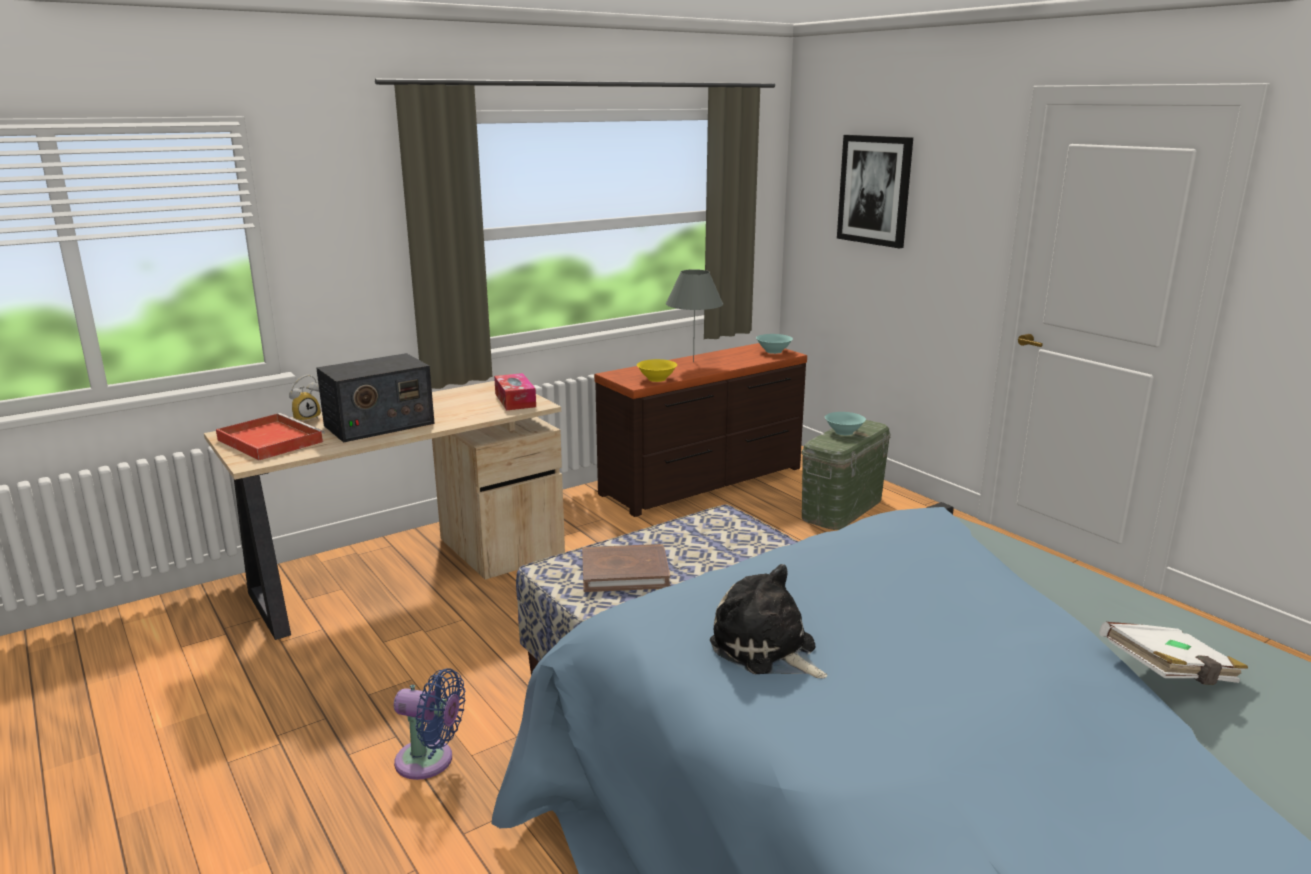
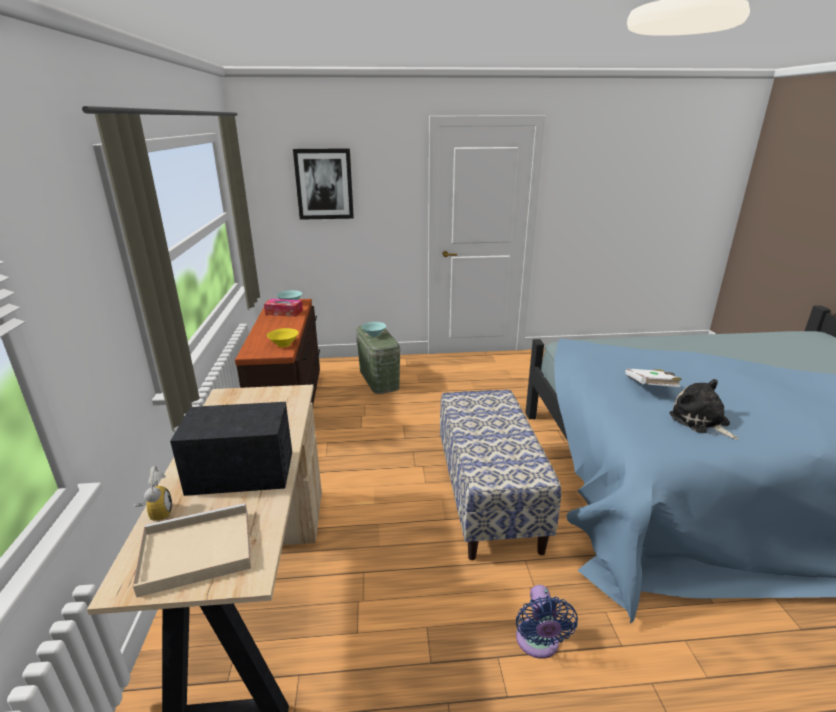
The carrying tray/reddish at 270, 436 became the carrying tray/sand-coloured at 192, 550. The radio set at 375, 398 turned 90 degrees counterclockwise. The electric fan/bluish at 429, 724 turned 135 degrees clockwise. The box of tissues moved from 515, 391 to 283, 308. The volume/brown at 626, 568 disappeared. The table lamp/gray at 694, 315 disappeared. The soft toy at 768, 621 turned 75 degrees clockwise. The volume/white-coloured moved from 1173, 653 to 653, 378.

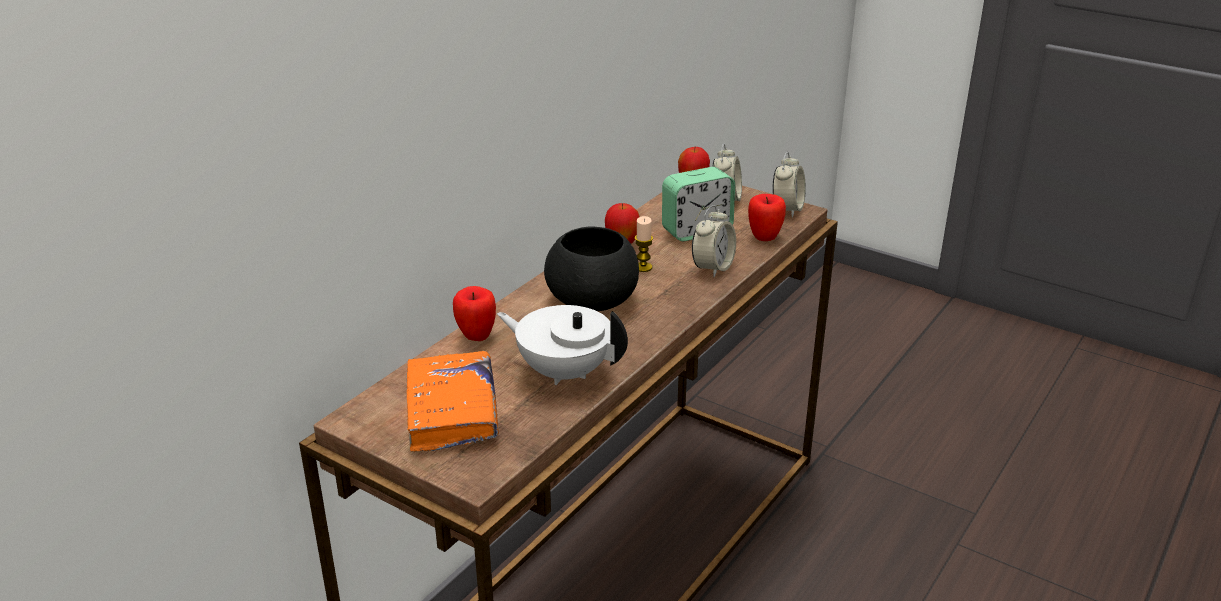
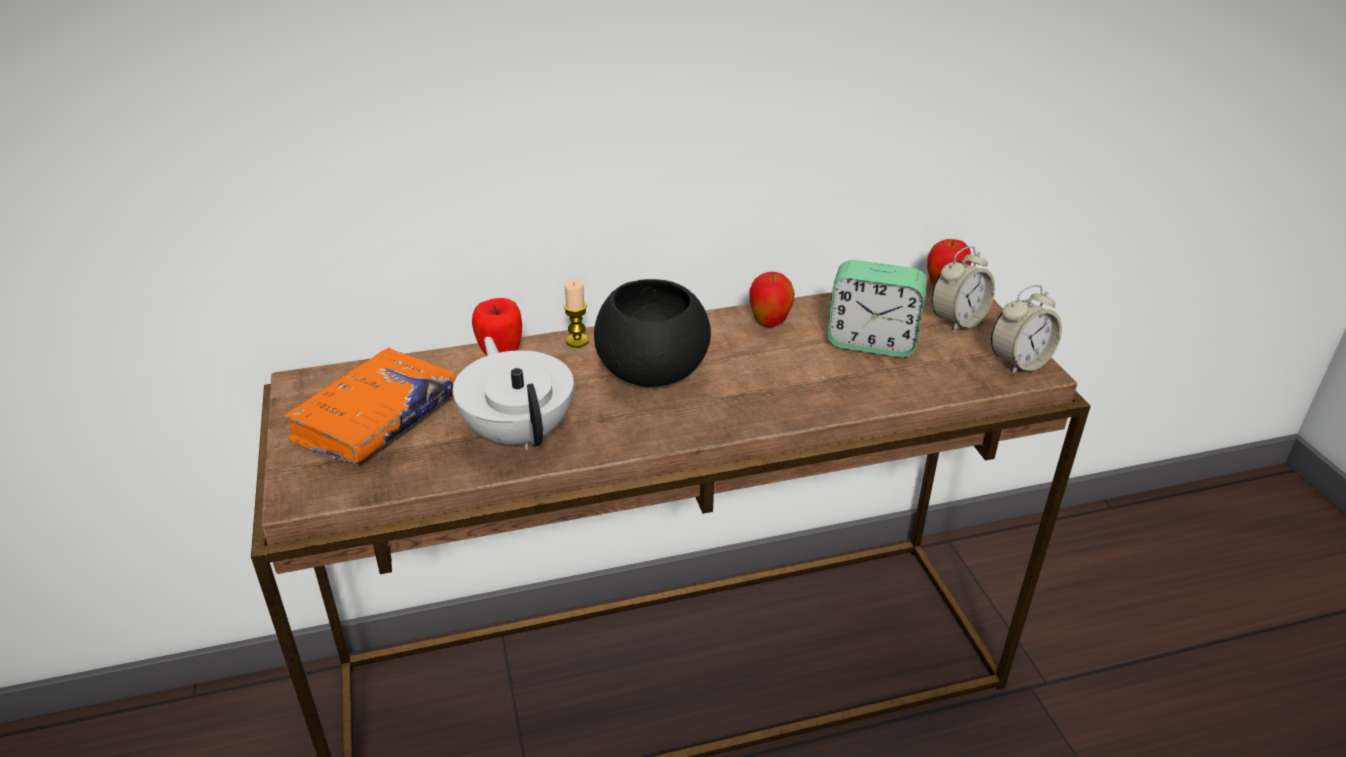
The wax light moved from 644, 244 to 576, 313. The bedside clock at 714, 241 disappeared. The whole apple at 767, 217 disappeared.

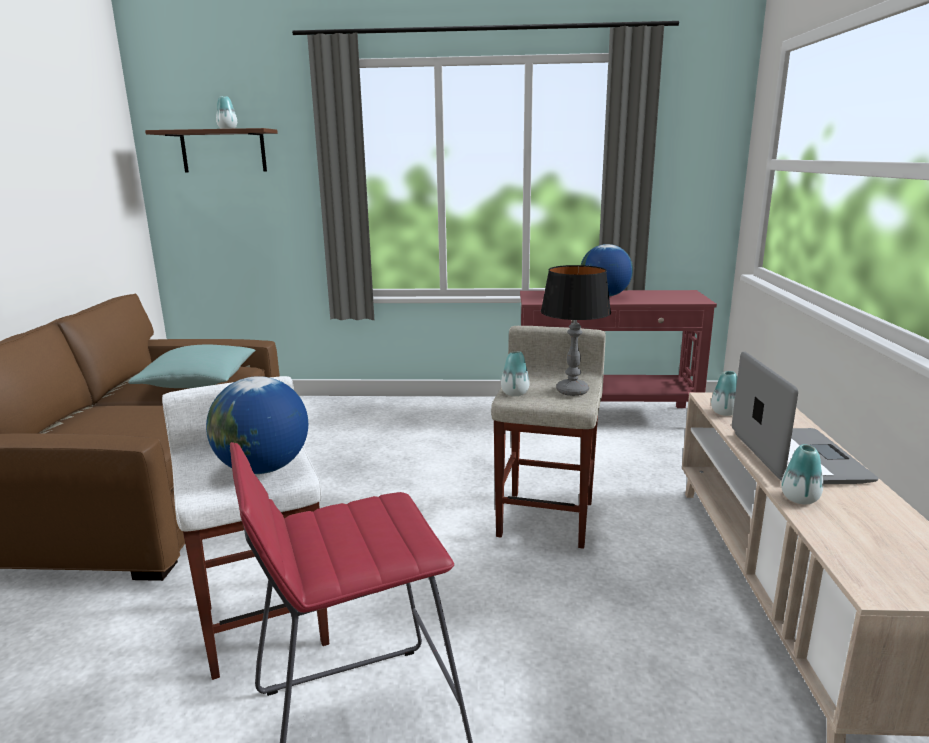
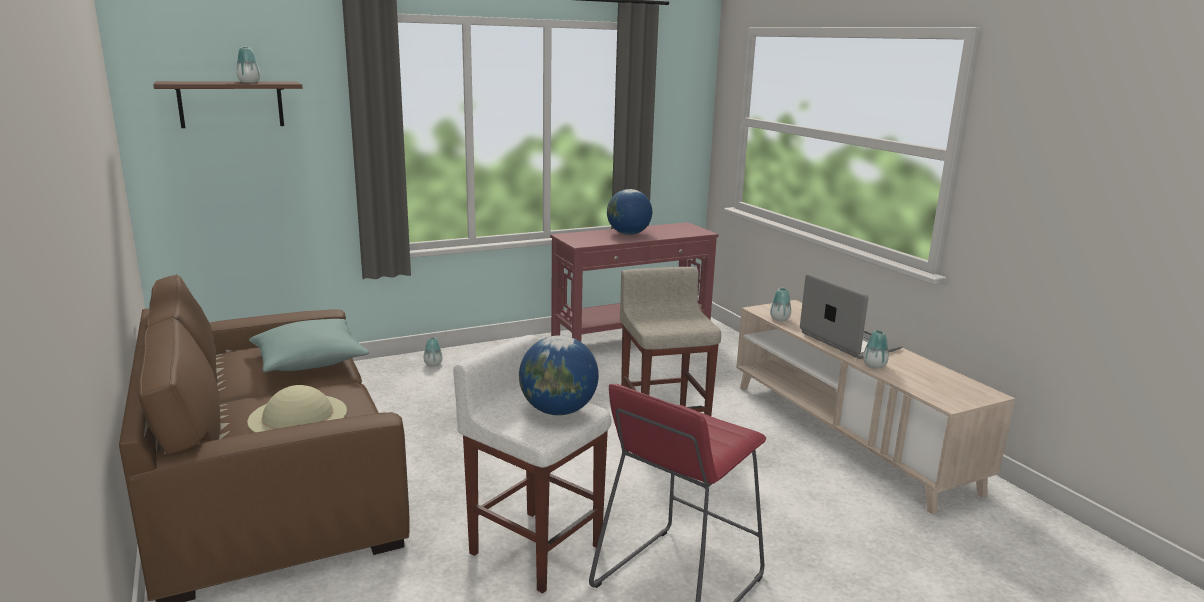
The vase moved from 515, 373 to 433, 352. The table lamp at 576, 330 disappeared. The hat/sand-coloured at 297, 409 appeared.

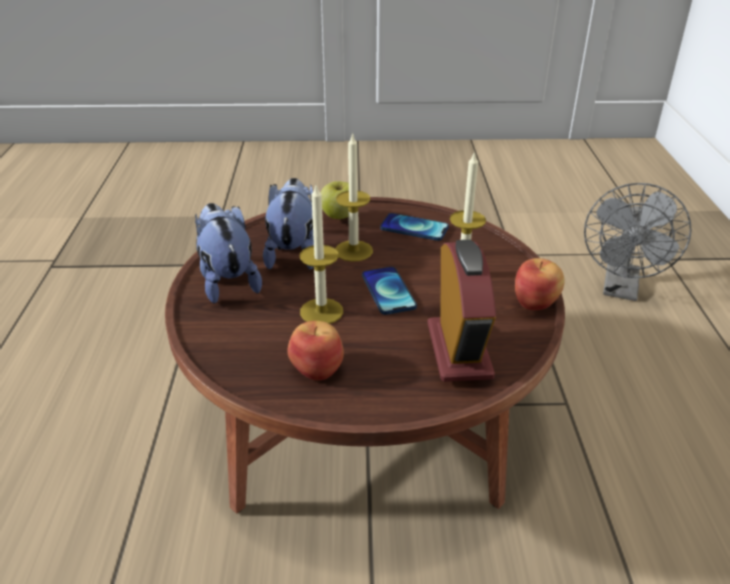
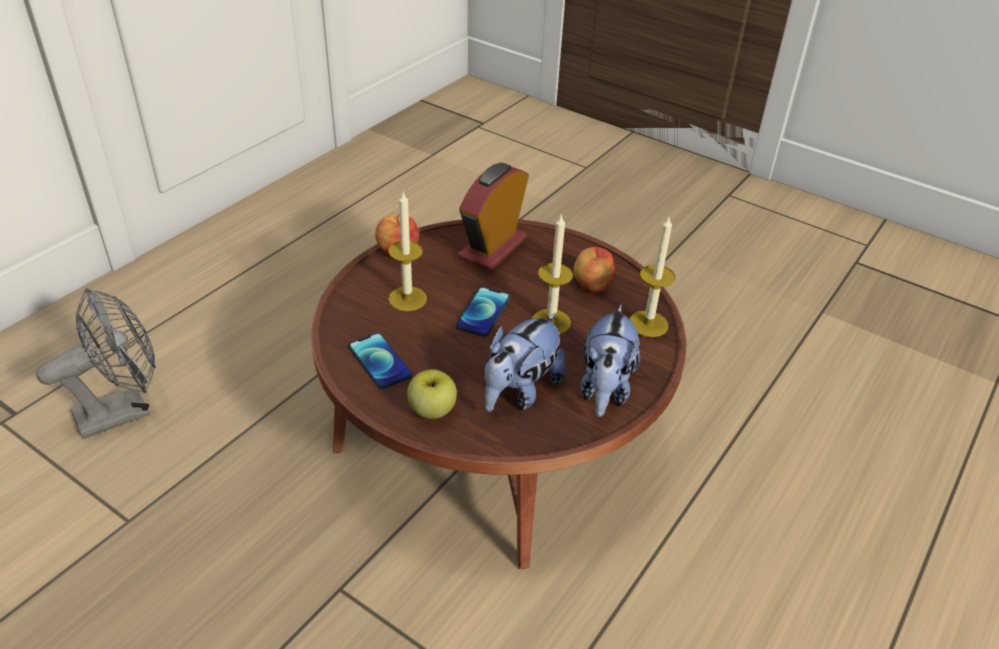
The wax light moved from 354, 197 to 652, 276.

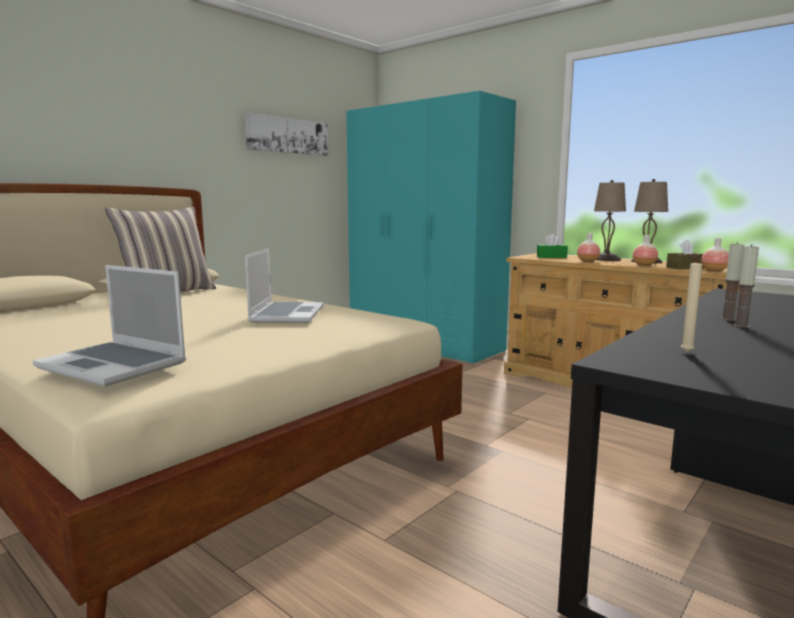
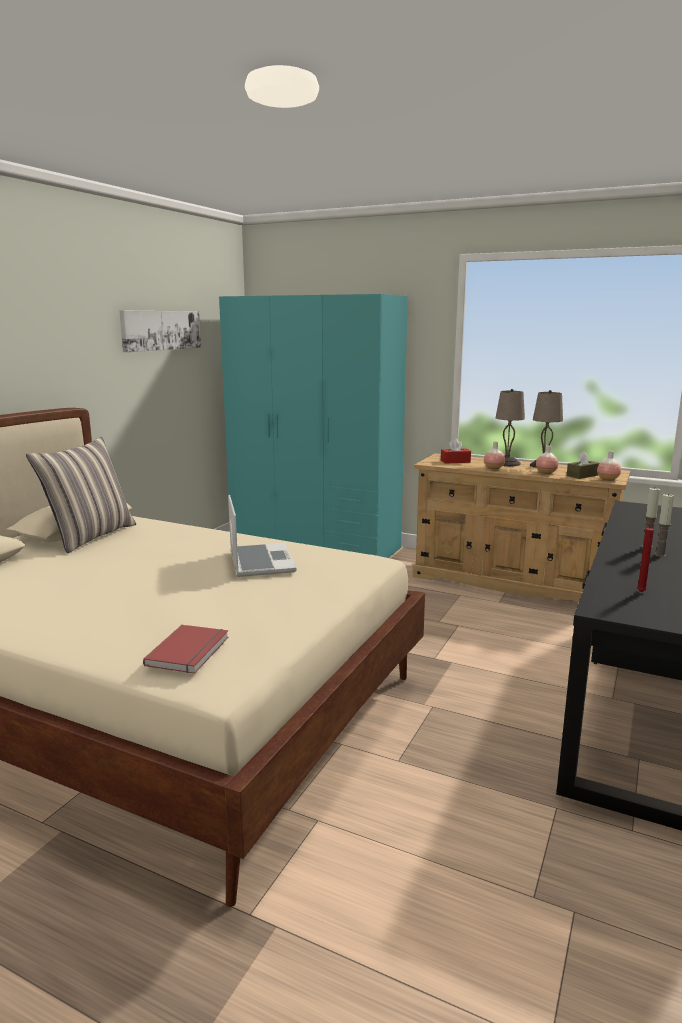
The notebook computer at 109, 326 was replaced by the volume/reddish at 186, 649. The box of tissues/green-coloured at 552, 245 became the box of tissues/reddish at 456, 451. The wax light/sand-coloured at 691, 303 became the wax light/reddish at 645, 557.

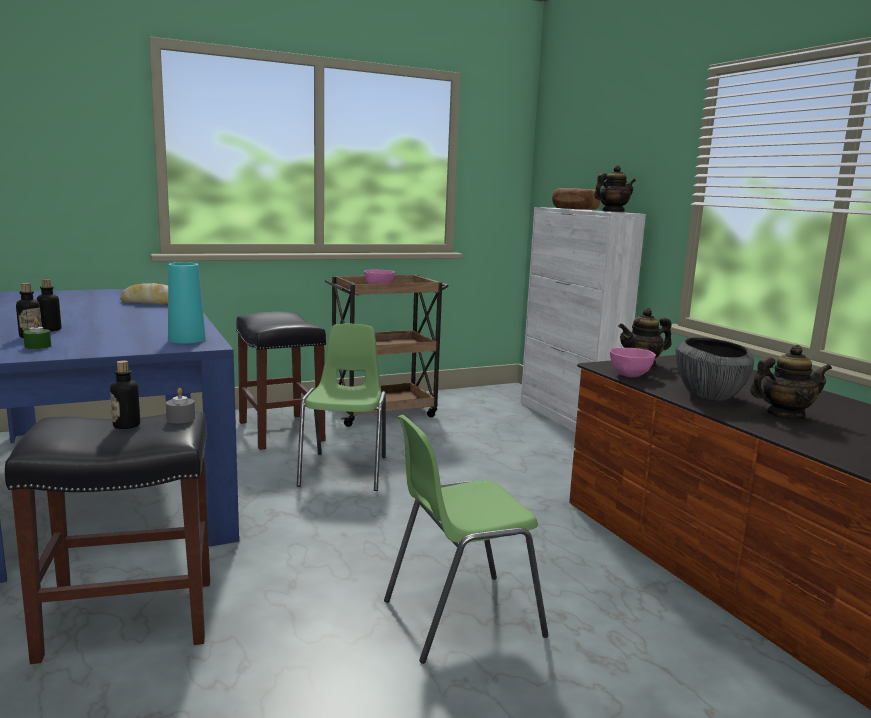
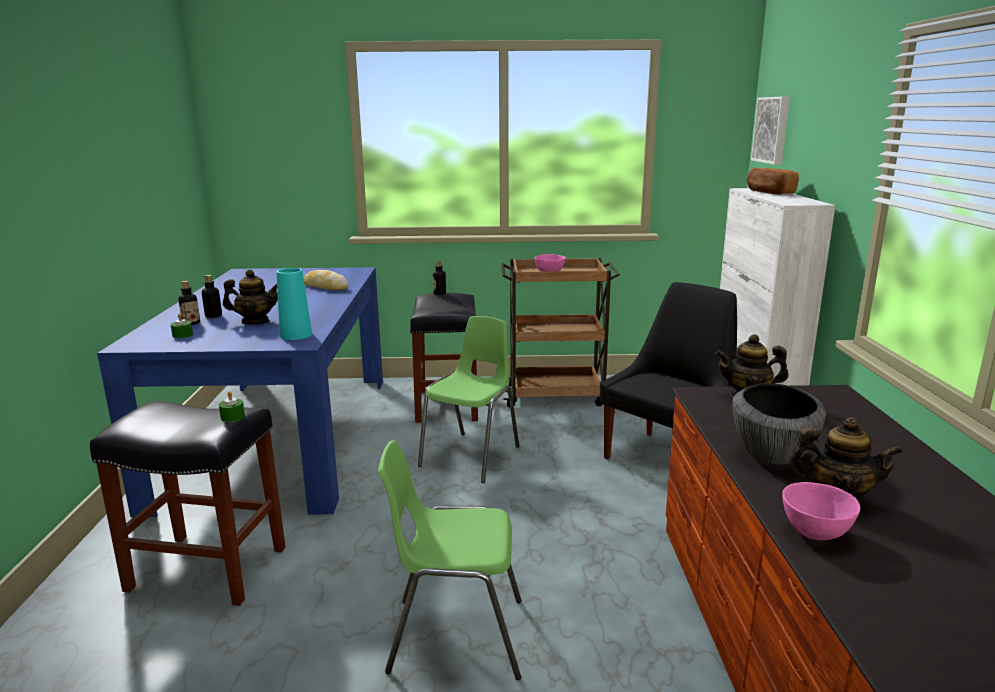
The drink bottle moved from 125, 394 to 439, 278. The wax light/gray at 180, 405 became the wax light/green-coloured at 232, 406. The teapot moved from 615, 189 to 250, 297. The deep dish/pink-coloured moved from 633, 362 to 821, 511. The plain chair/black at 668, 370 appeared. The picture at 770, 130 appeared.

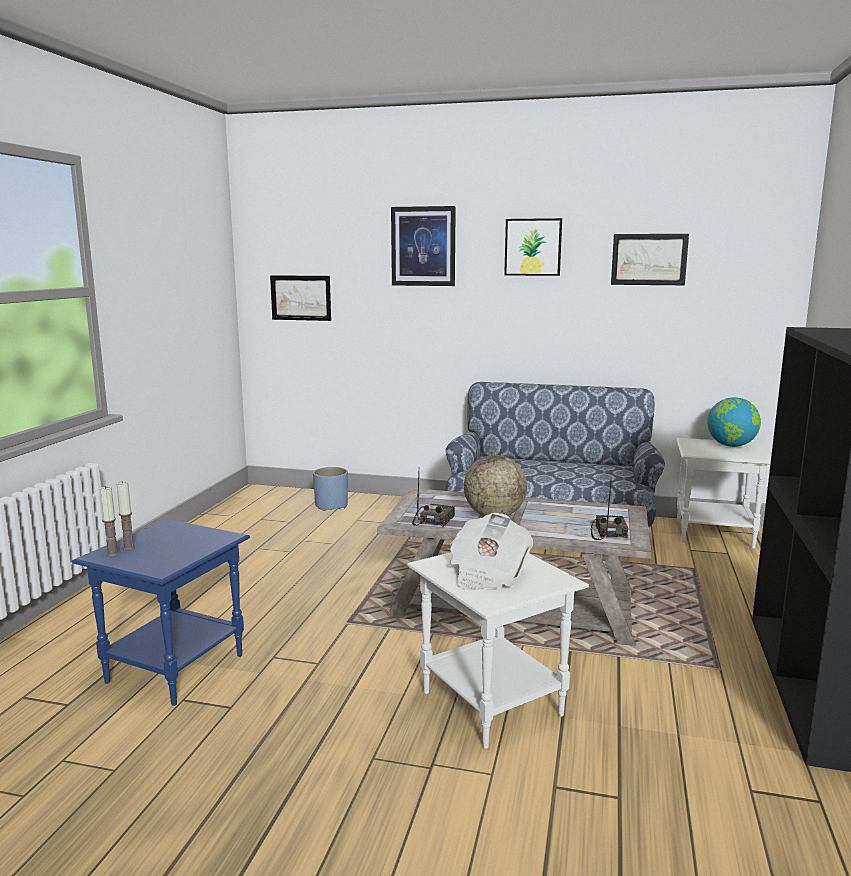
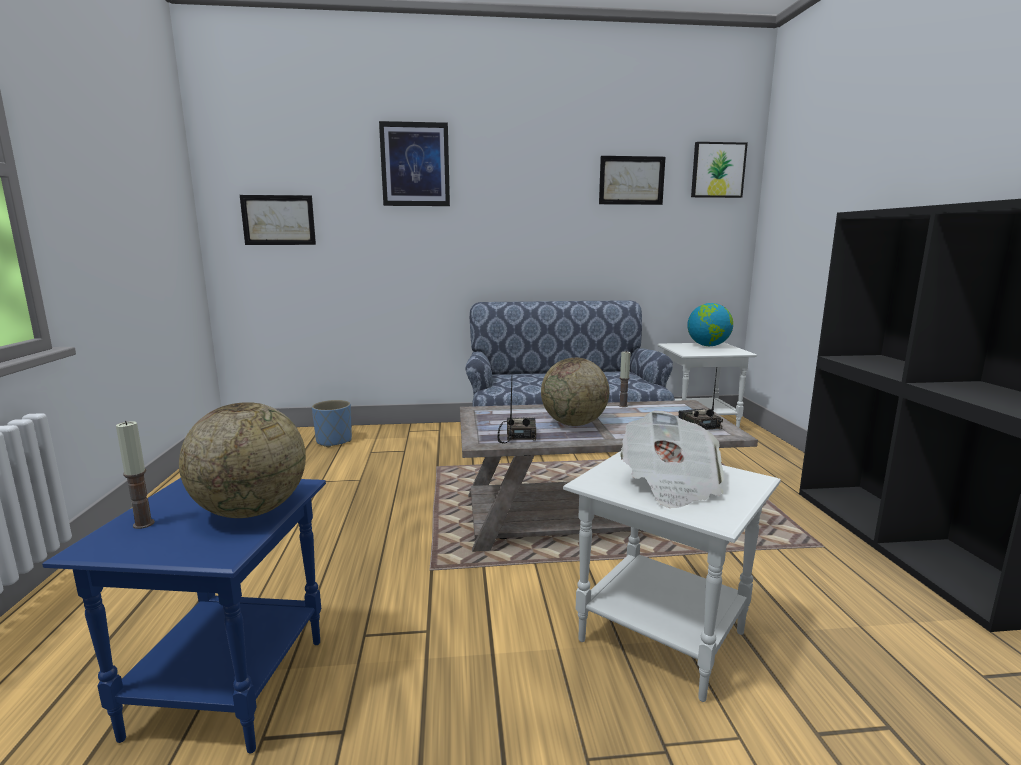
The wax light moved from 109, 521 to 624, 379. The picture moved from 533, 247 to 719, 170. The globe at 242, 460 appeared.

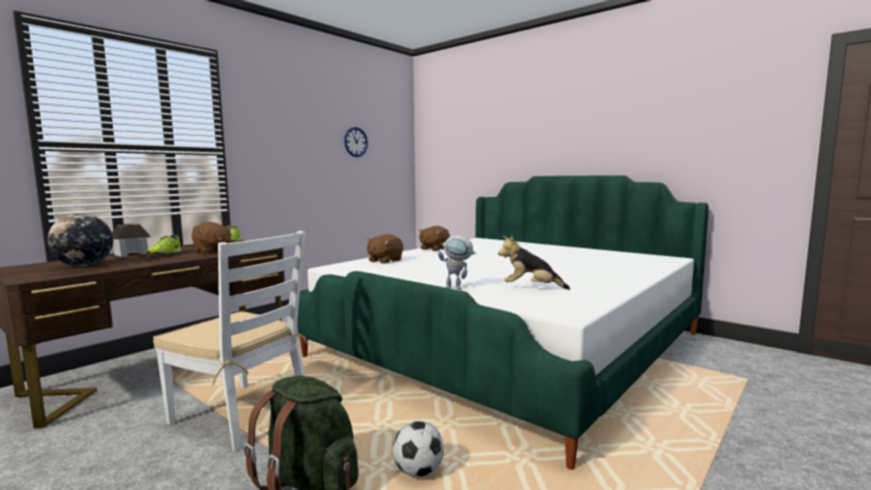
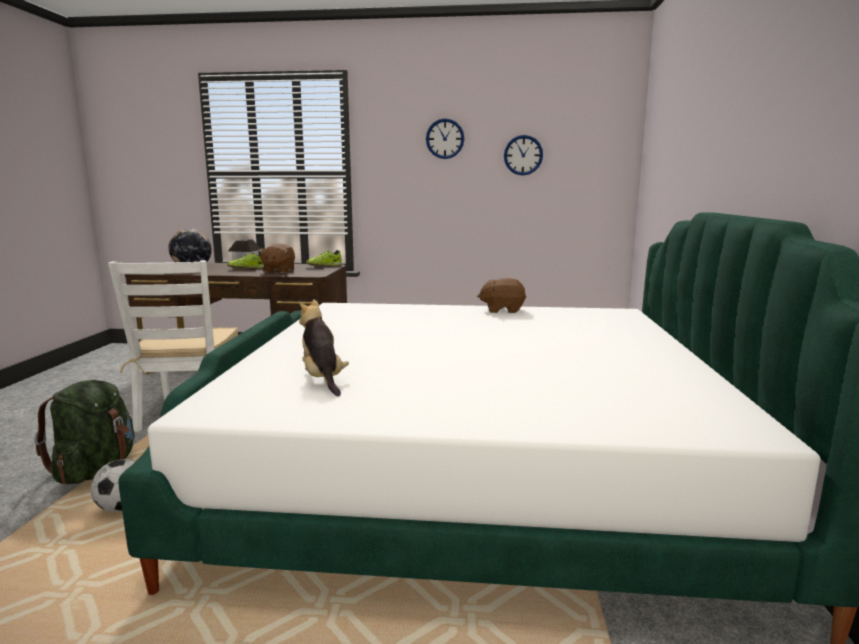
The soft toy/brown at 384, 249 disappeared. The toy robot at 457, 262 disappeared. The clock on the wall at 445, 138 appeared.

